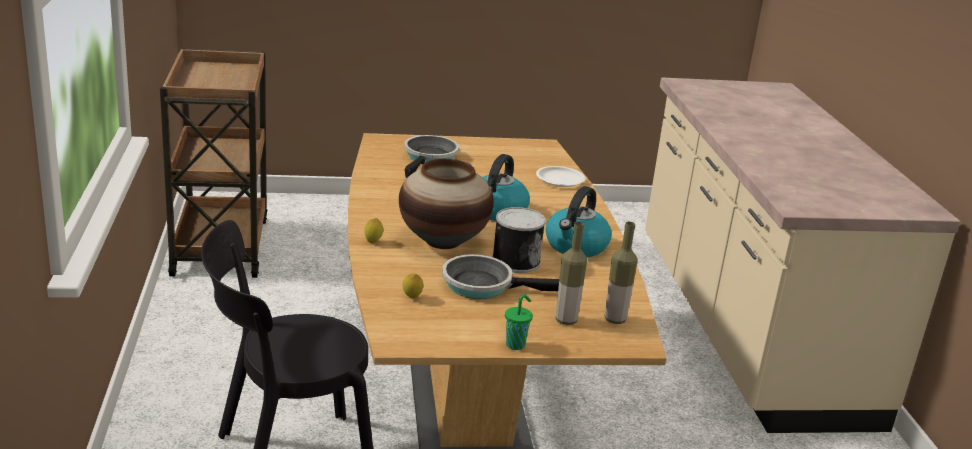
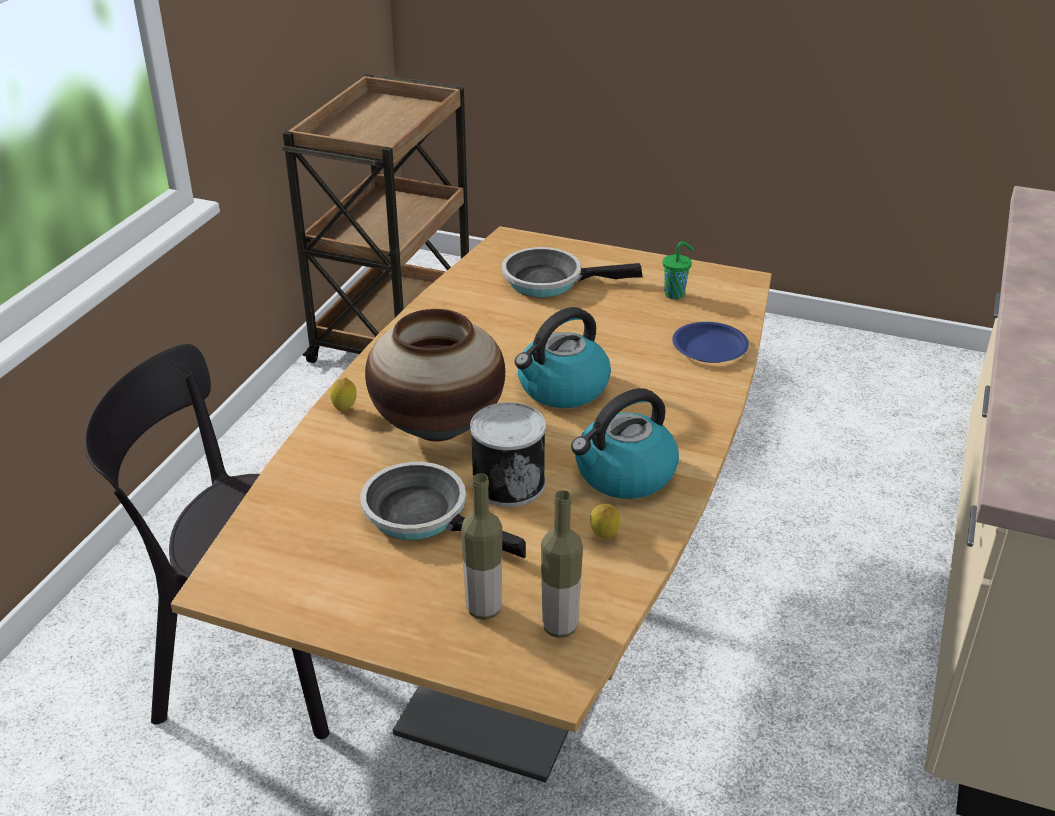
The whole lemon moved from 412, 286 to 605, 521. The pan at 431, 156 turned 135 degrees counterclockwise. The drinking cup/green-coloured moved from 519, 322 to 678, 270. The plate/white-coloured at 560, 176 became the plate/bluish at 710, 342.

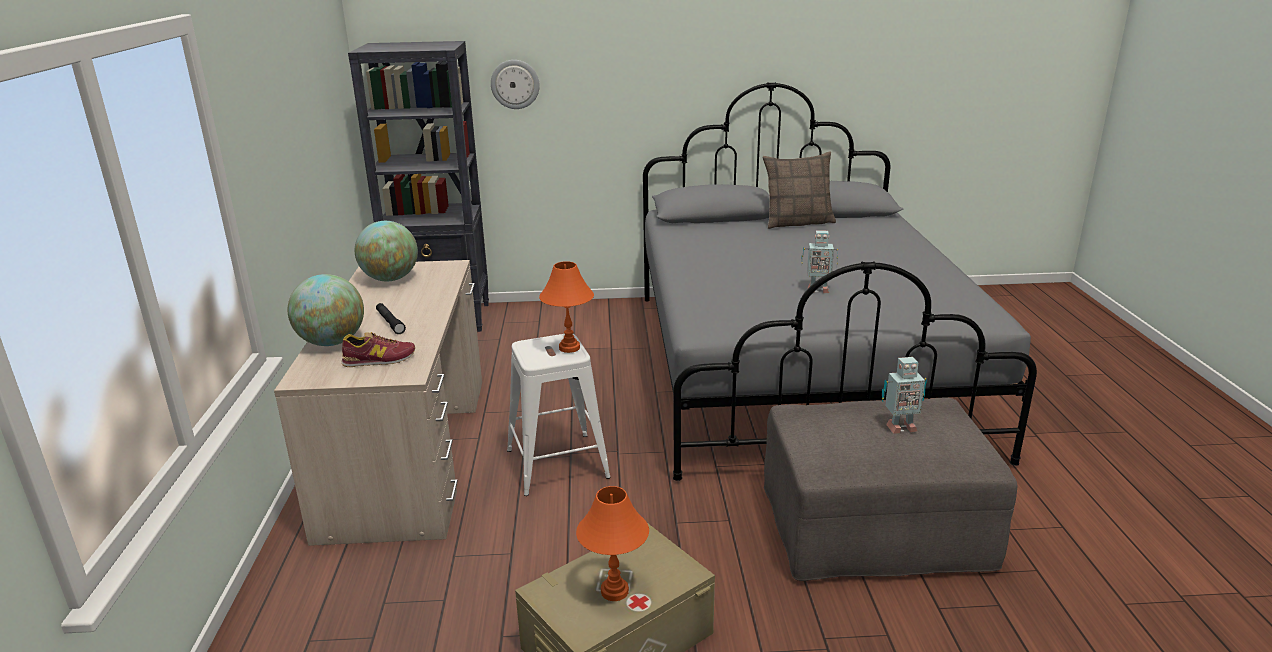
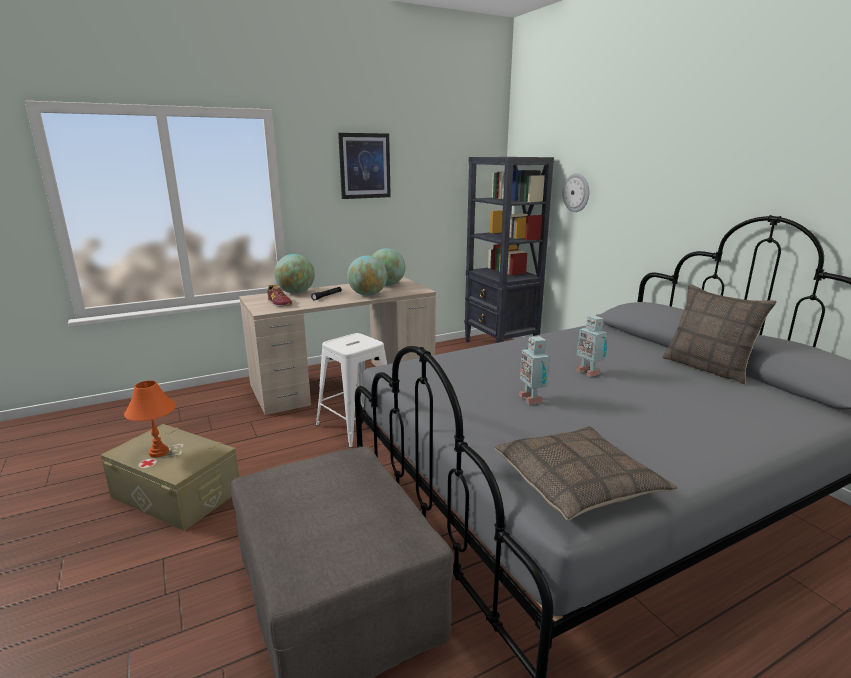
The table lamp/orange-coloured at 566, 307 disappeared. The toy robot moved from 904, 395 to 592, 346. The picture at 364, 166 appeared. The globe at 367, 276 appeared. The pillow at 586, 473 appeared.

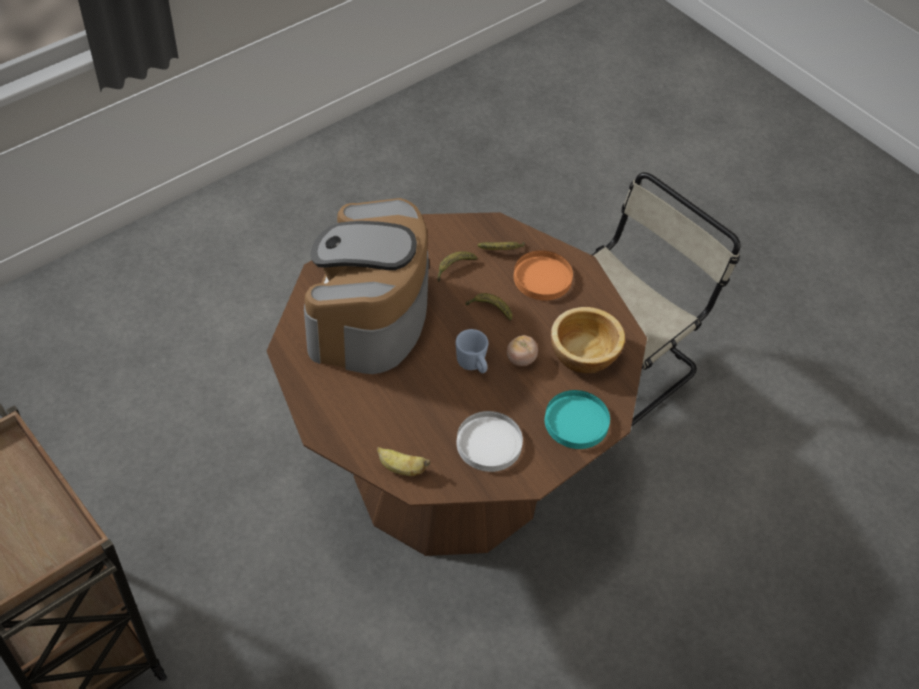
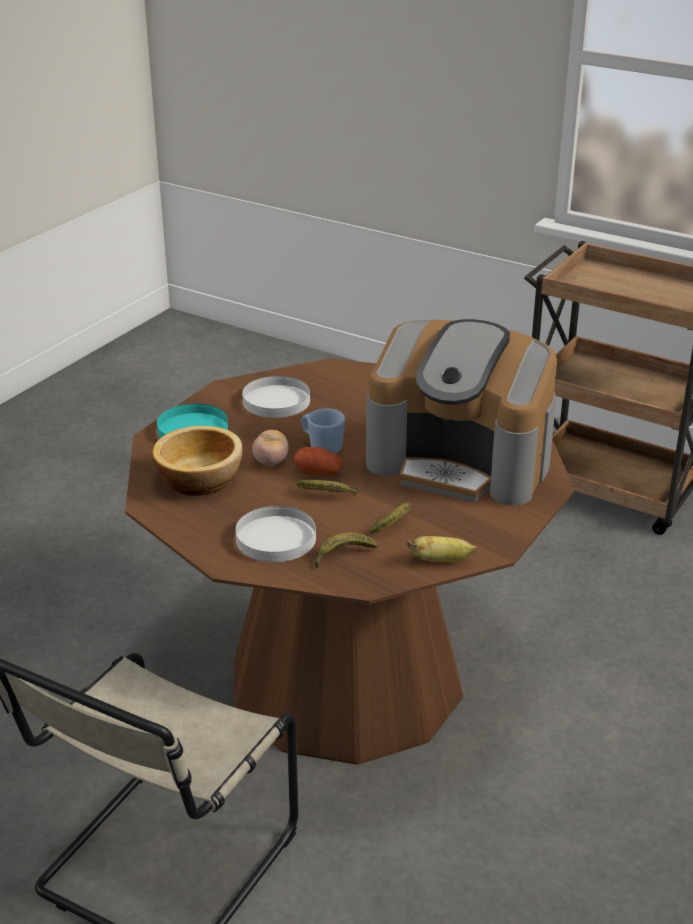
The coffee brewer at 366, 286 turned 120 degrees clockwise. The whole banana moved from 403, 461 to 442, 549. The plate/orange-coloured at 543, 275 became the plate/white-coloured at 275, 534. The whole potato at 318, 461 appeared.

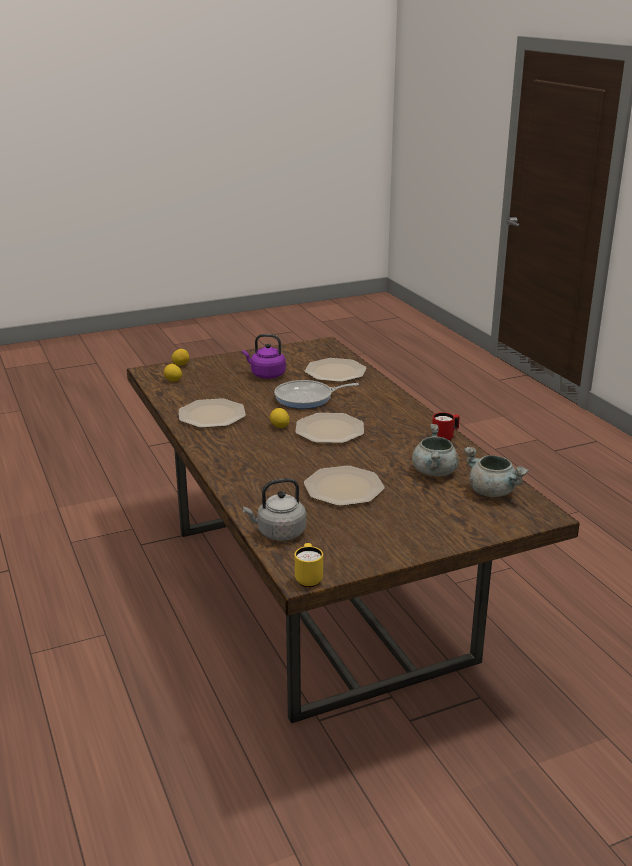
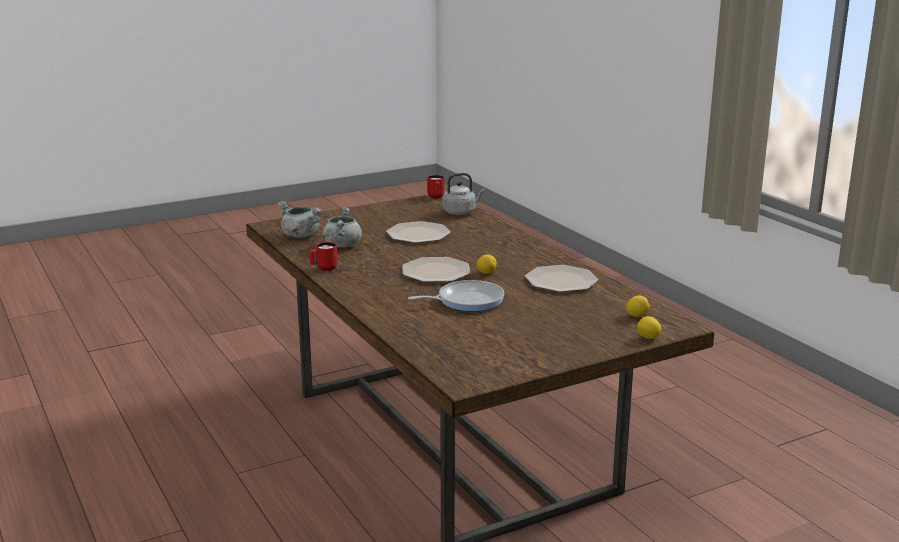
The water kettle/purple-coloured at 264, 356 disappeared. The mug/yellowish at 309, 565 became the mug/reddish at 435, 186. The plate at 335, 370 disappeared.

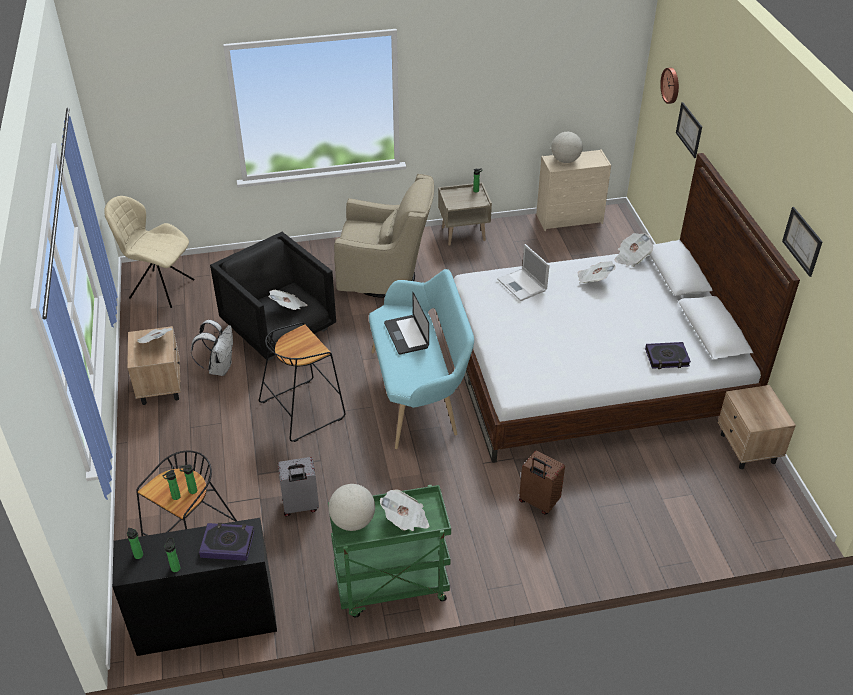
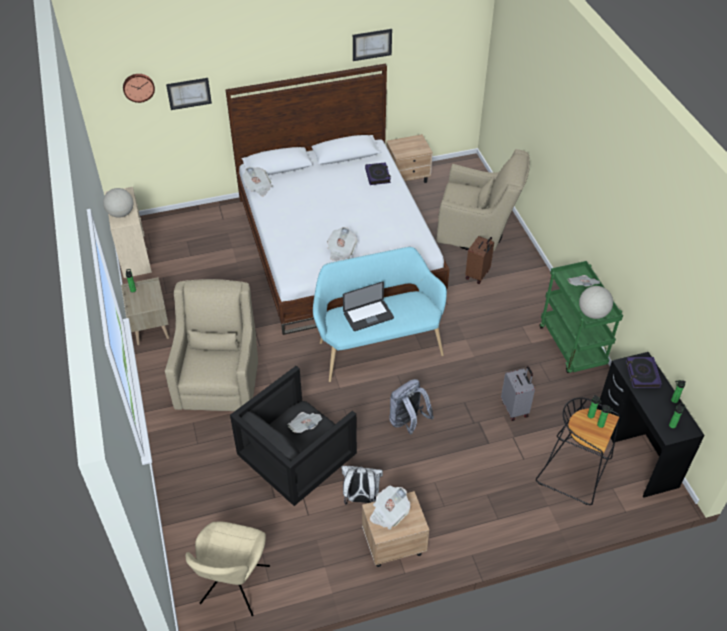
The stool/black at 302, 382 was replaced by the backpack/gray at 411, 406. The notebook computer at 523, 272 disappeared. The daily paper moved from 597, 272 to 342, 244. The easy chair/sand-coloured at 483, 200 appeared.

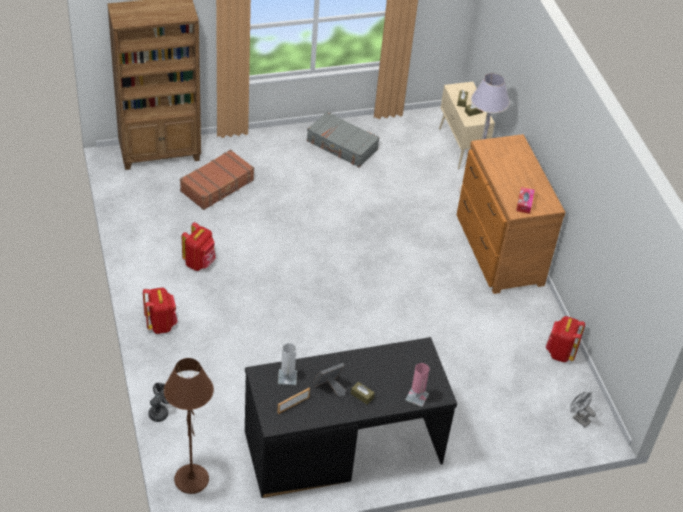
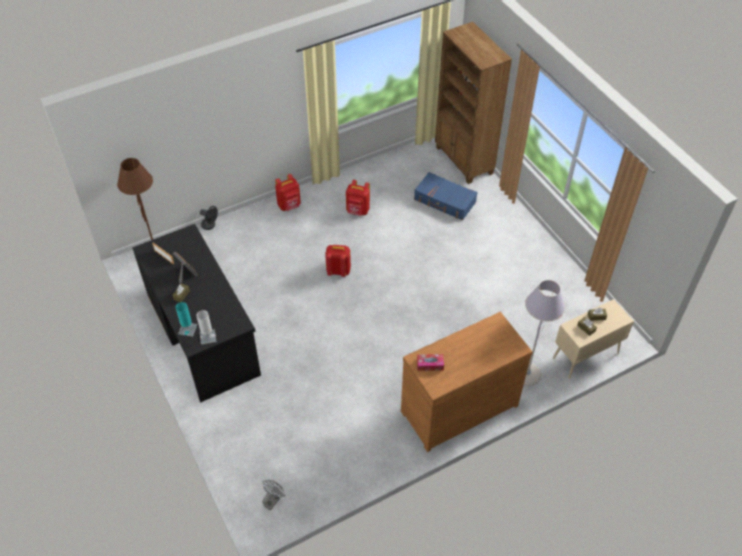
The travel case/brown at 217, 179 became the travel case/bluish at 446, 196. The table lamp/white-coloured moved from 287, 364 to 206, 327. The travel case/gray at 343, 139 disappeared. The table lamp/pink-coloured at 417, 385 became the table lamp/turquoise-coloured at 186, 319. The backpack/reddish moved from 565, 339 to 338, 261.

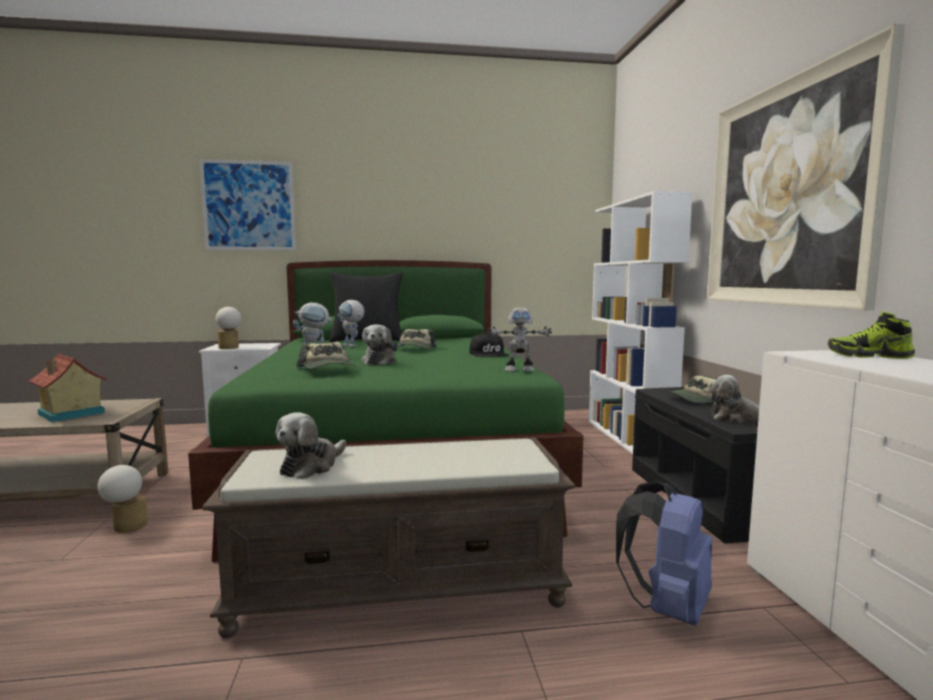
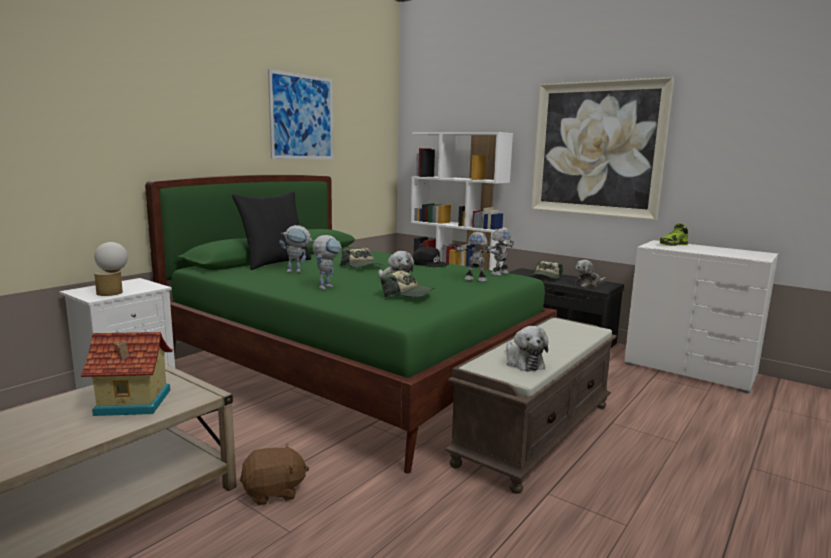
The table lamp at 122, 499 was replaced by the soft toy/brown at 274, 474. The picture moved from 247, 205 to 300, 114. The backpack/bluish at 664, 552 disappeared. The toy robot at 478, 257 appeared.

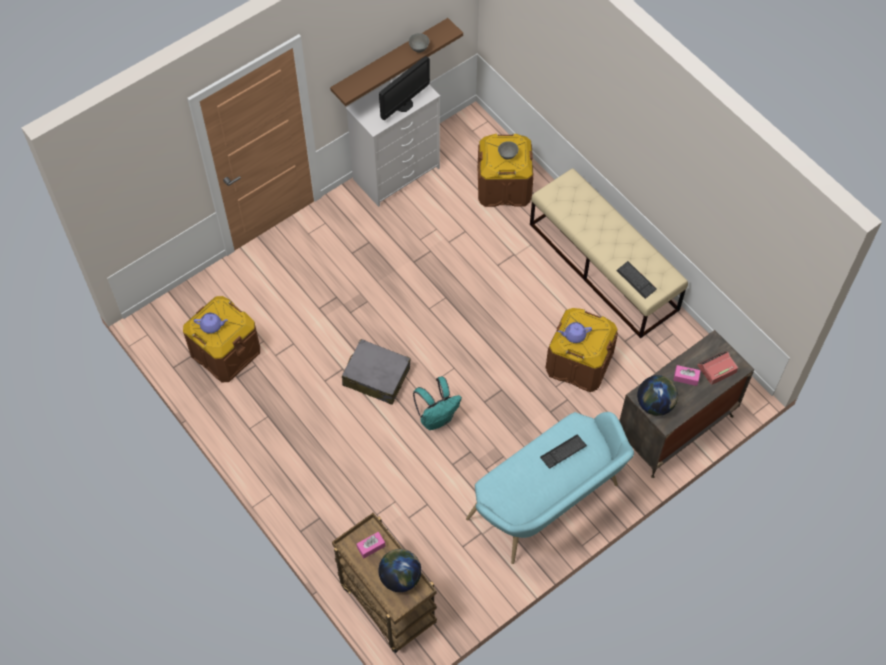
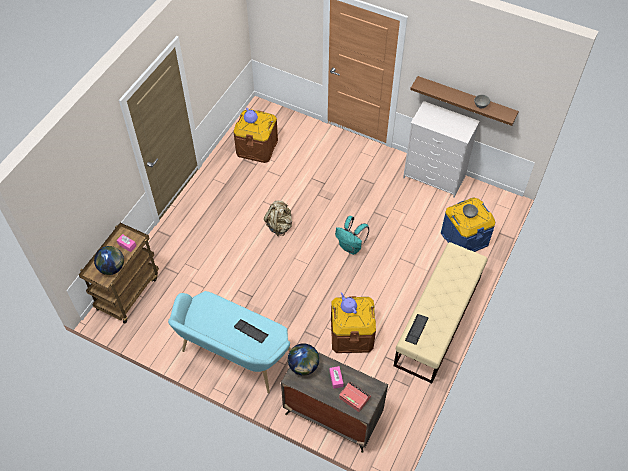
The travel case/gray at 376, 372 was replaced by the backpack/sand-coloured at 278, 218. The monitor at 404, 88 disappeared. The backpack/turquoise-coloured moved from 437, 403 to 352, 235. The storage box/brown at 506, 170 became the storage box/bluish at 468, 224.

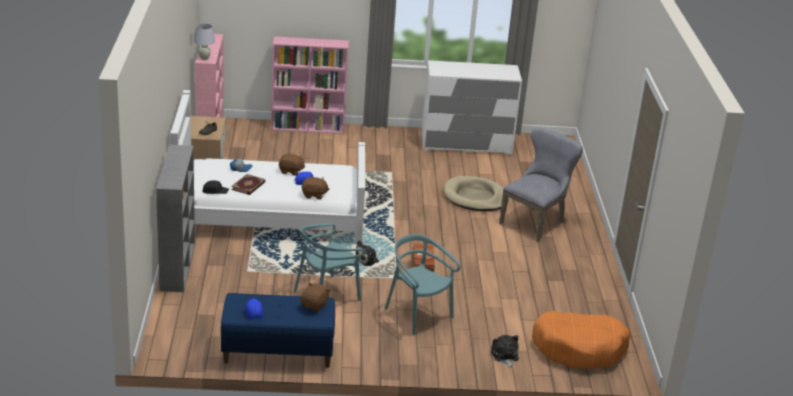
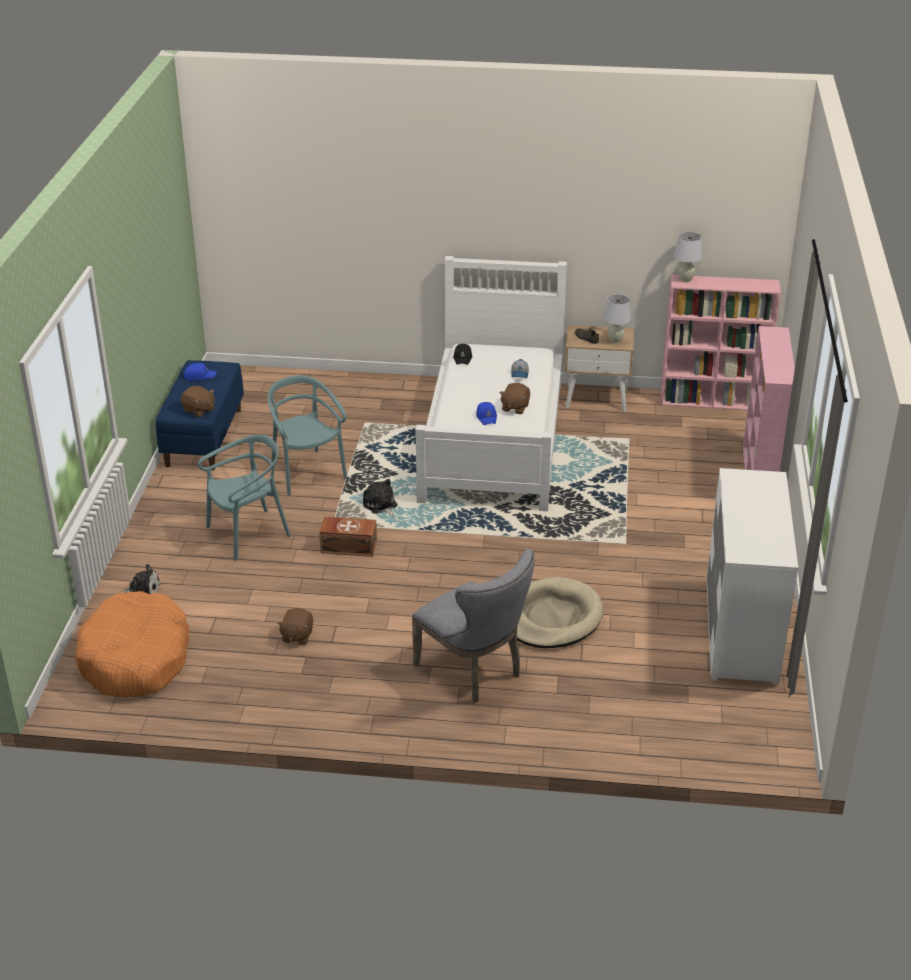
The bookcase/gray at 175, 218 disappeared. The volume at 248, 184 disappeared. The soft toy/brown moved from 315, 188 to 295, 626. The table lamp/white-coloured at 617, 319 appeared.

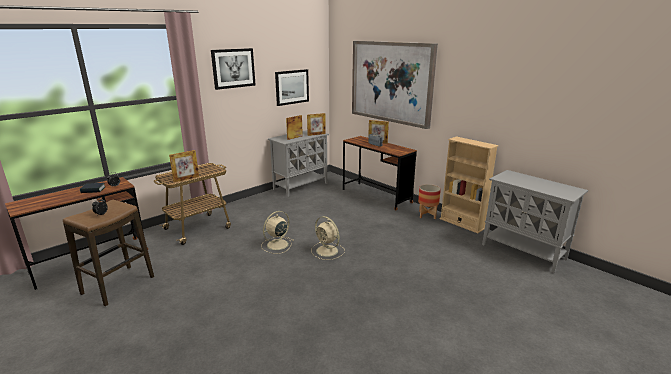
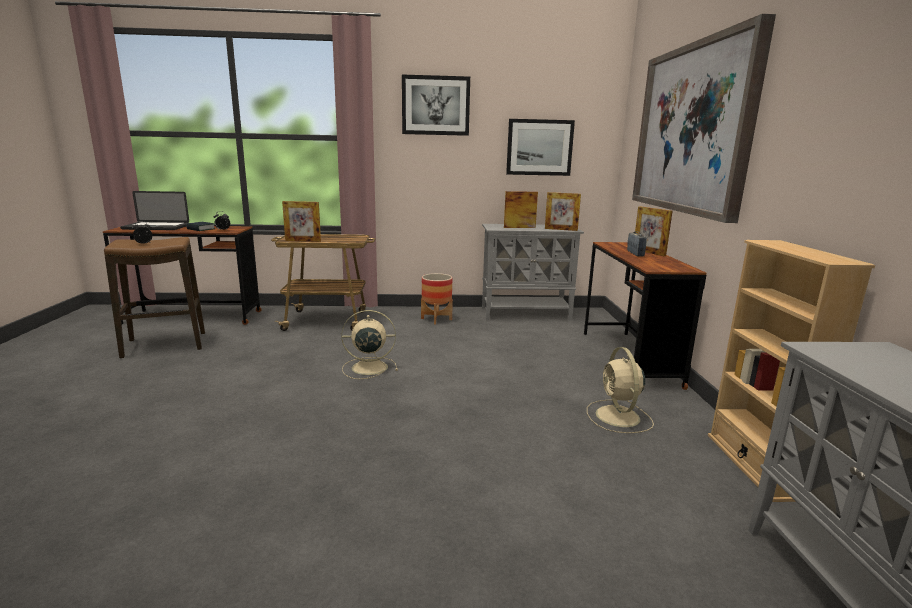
The electric fan/sand-coloured moved from 328, 238 to 620, 390. The flower pot moved from 429, 201 to 437, 299. The notebook computer at 154, 210 appeared.

